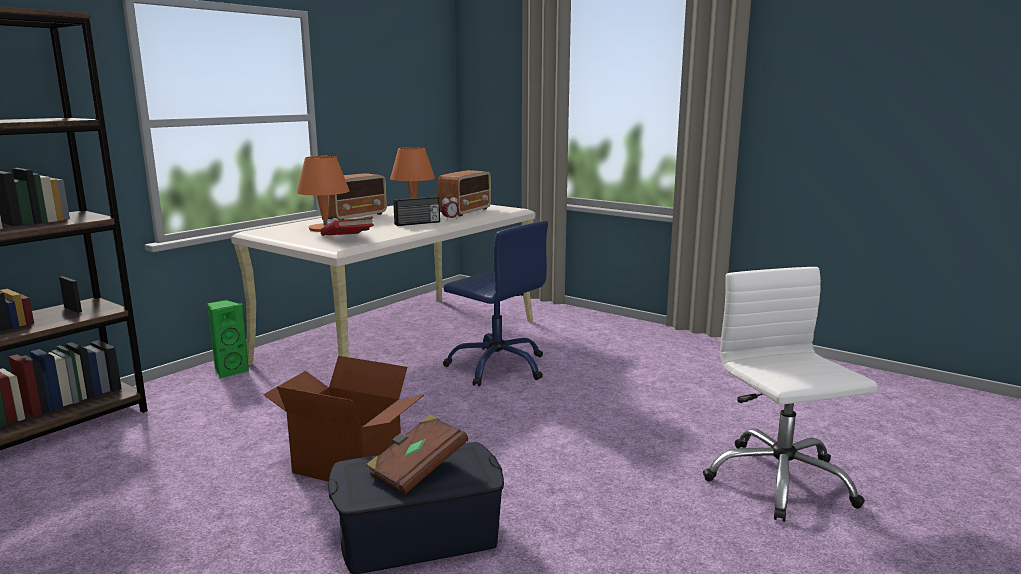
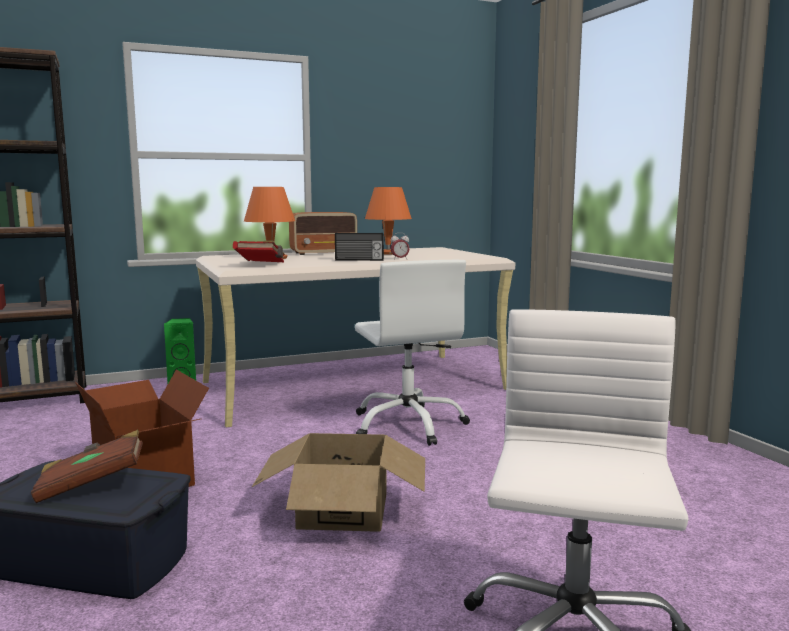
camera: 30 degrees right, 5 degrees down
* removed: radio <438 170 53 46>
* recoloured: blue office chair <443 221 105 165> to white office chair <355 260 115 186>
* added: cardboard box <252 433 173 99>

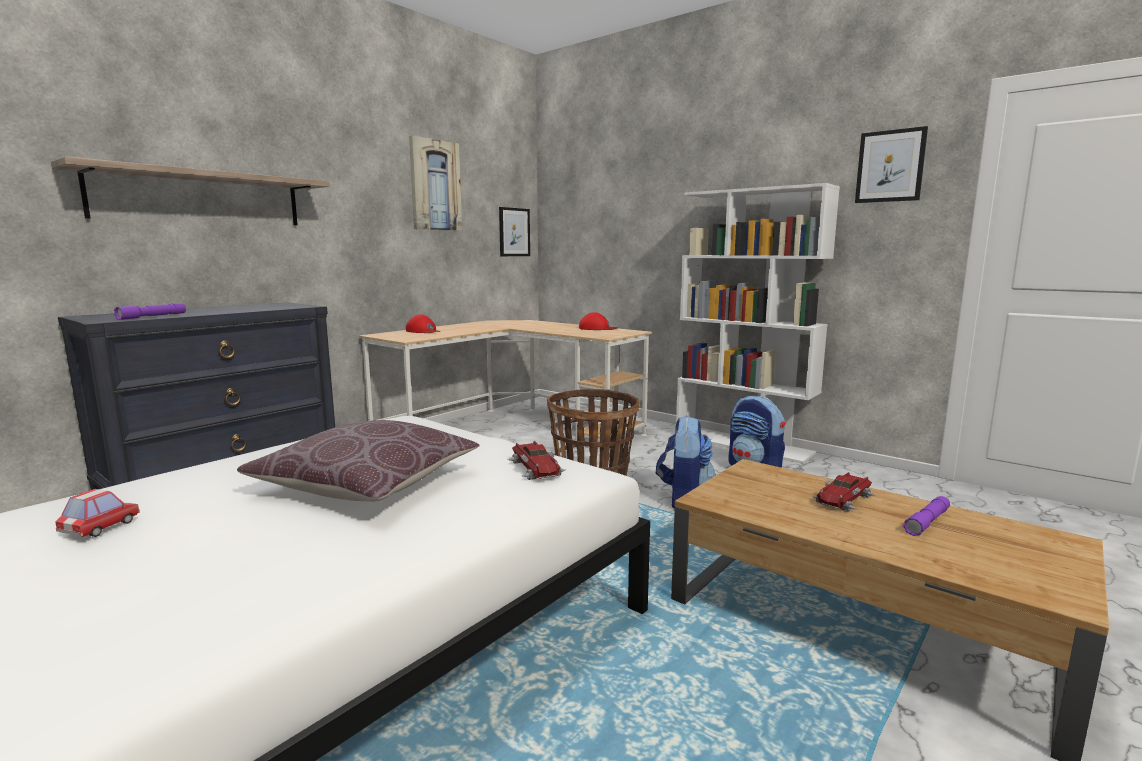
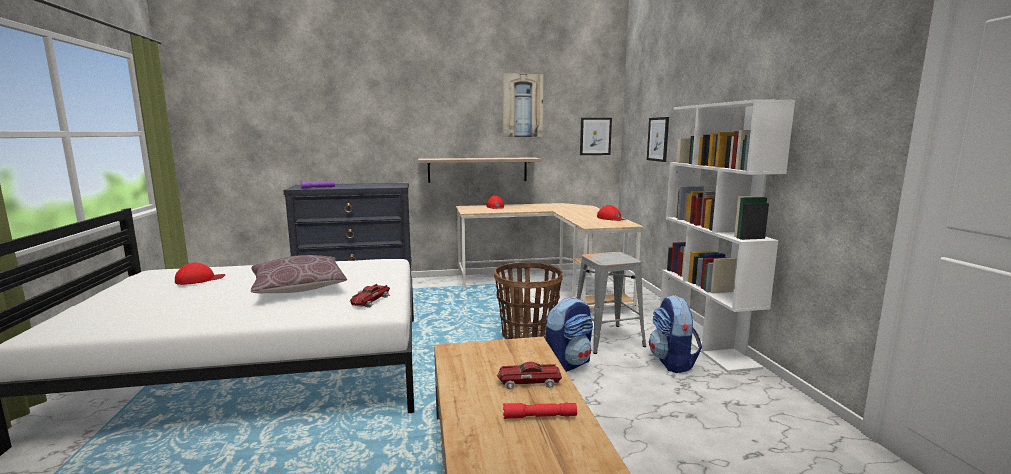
camera: 40 degrees right, 0 degrees up
* moved: shelf <51 156 279 69> to <418 157 123 26>
* replaced: toy car <55 489 85 48> to red cap <175 263 51 22>
* moved: picture <855 126 73 77> to <647 117 22 45>
* recoloured: purple flashlight <903 496 47 40> to red flashlight <503 402 74 17>
* added: grey stool <577 252 69 102>

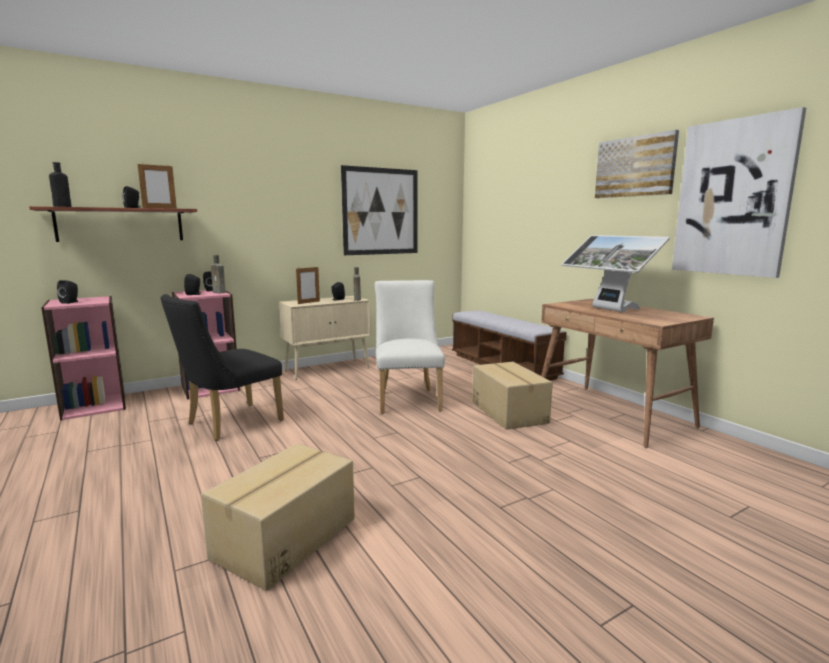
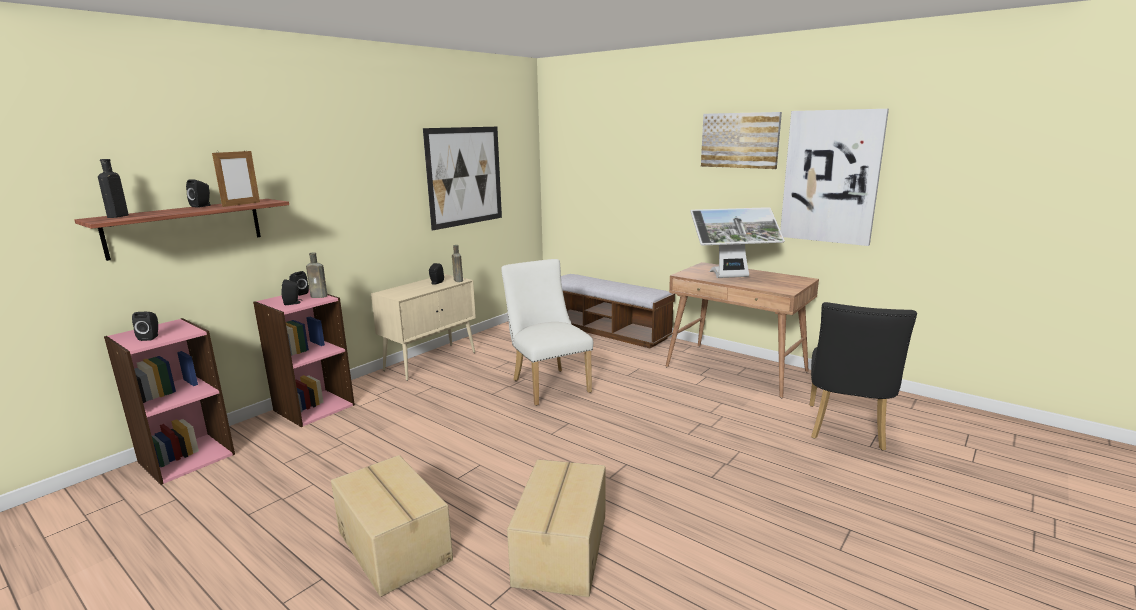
camera: 20 degrees left, 5 degrees up
* moved: black chair <161 294 123 147> to <810 302 107 149>
* removed: picture frame <296 267 24 37>
* moved: cardboard box <472 362 81 68> to <331 455 122 142>
* turned: monitor <561 235 109 77> = <690 207 95 71> 45 degrees counterclockwise

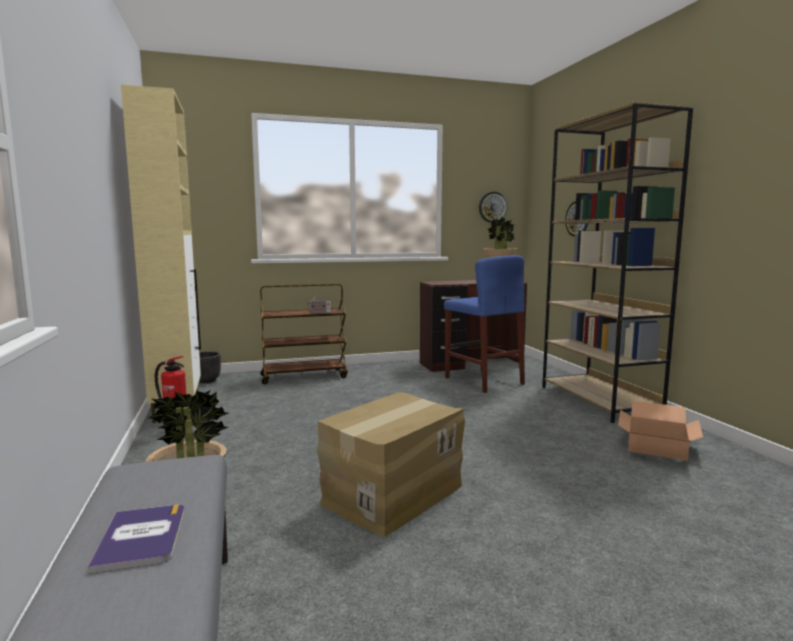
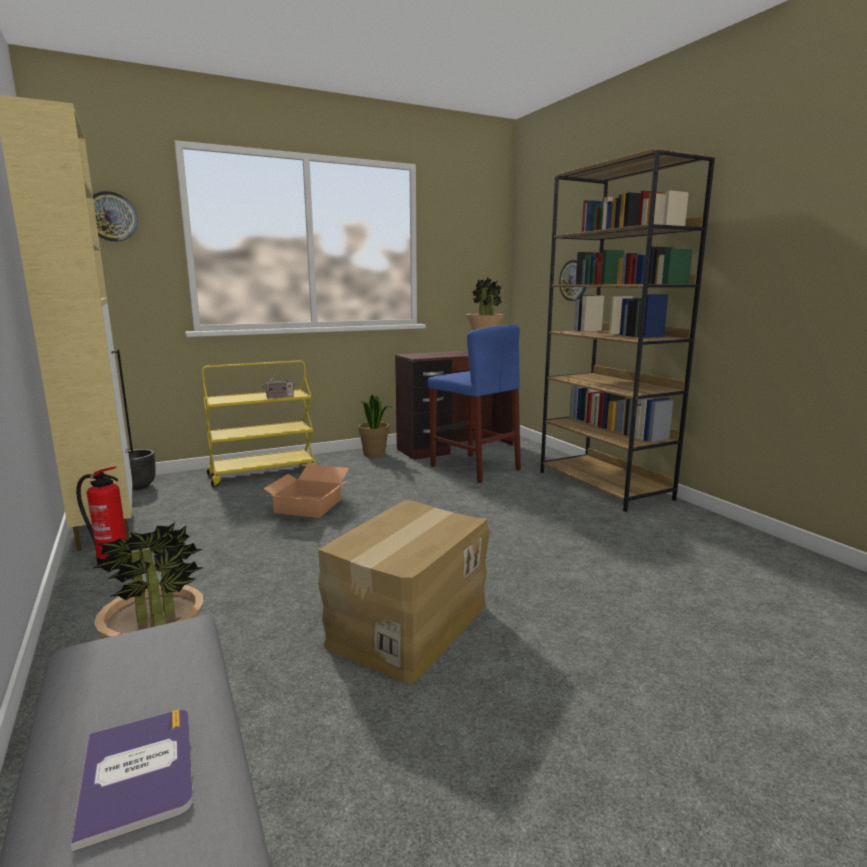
camera: 10 degrees left, 5 degrees up
* recoloured: brown cart <260 284 88 100> to yellow cart <202 360 114 127>
* moved: wall clock <479 192 29 31> to <93 191 45 51>
* moved: cardboard box <618 401 85 60> to <259 464 90 54>
* added: potted plant <358 394 35 63>

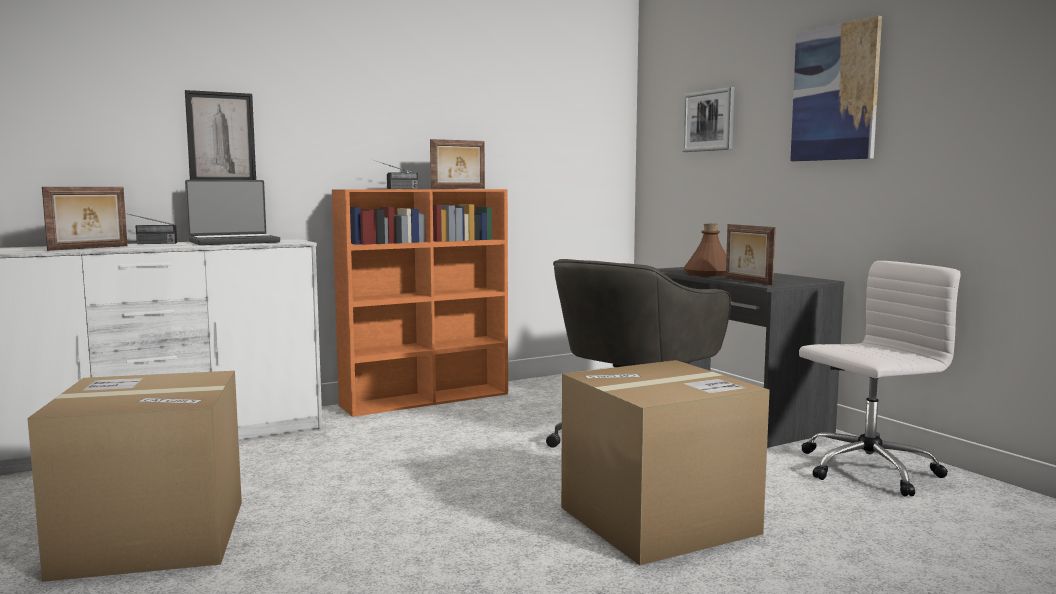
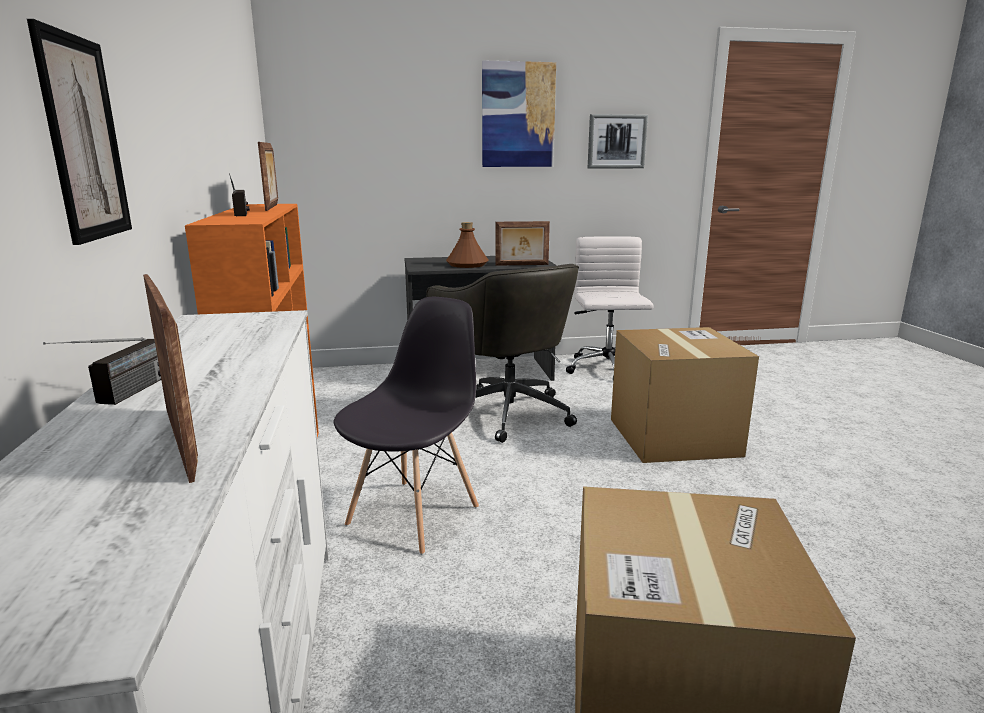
camera: 70 degrees left, 10 degrees up
* removed: laptop <185 180 95 65>
* moved: picture <682 87 52 65> to <588 114 60 55>
* added: grey chair <333 297 146 258>

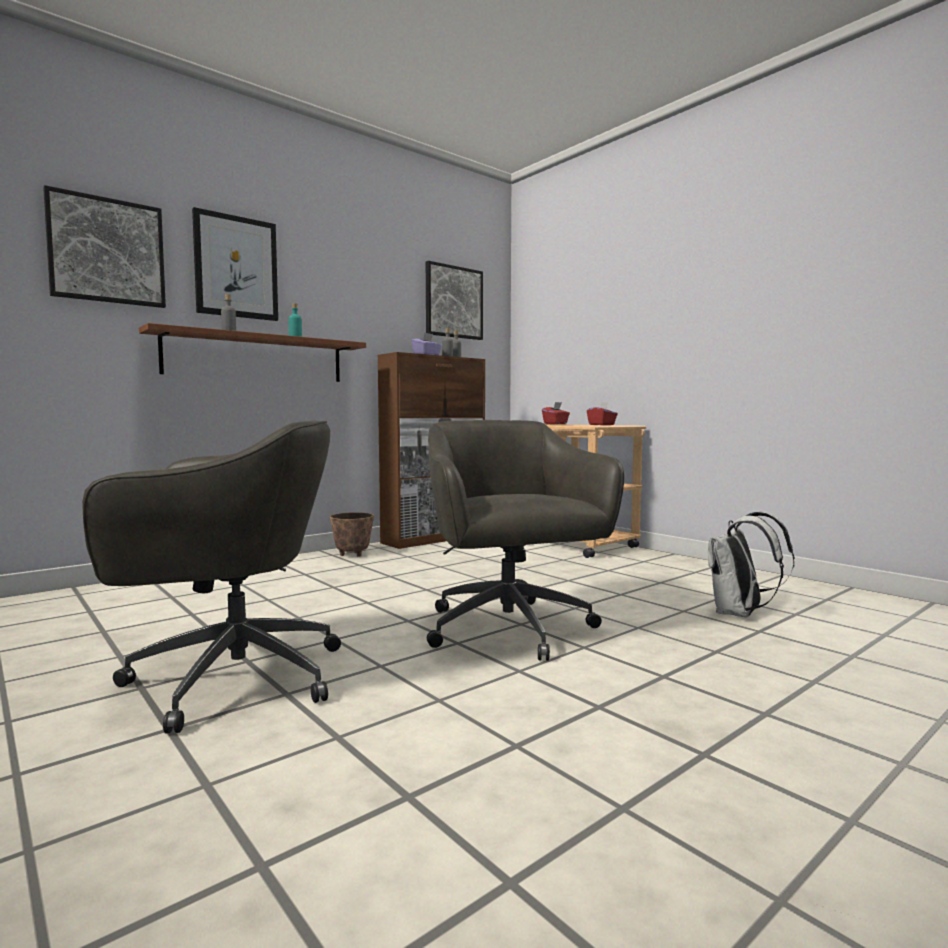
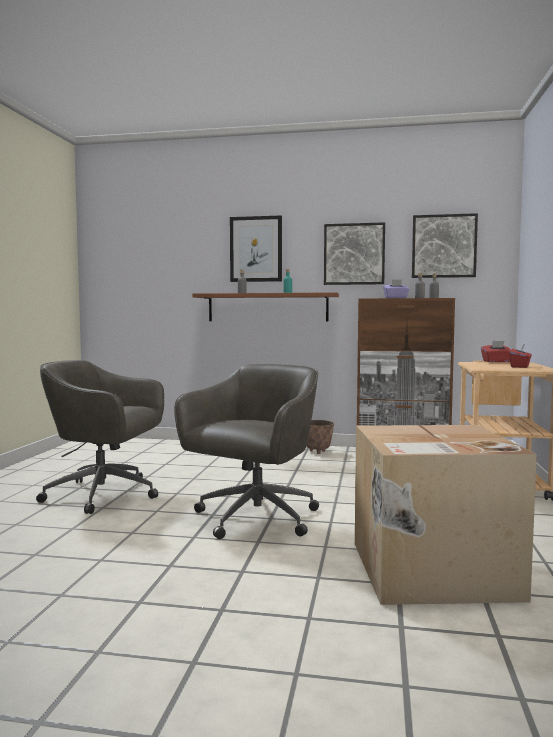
camera: 50 degrees right, 0 degrees up
* moved: picture <43 185 123 123> to <324 222 61 63>
* turned: grey office chair <82 420 259 314> = <36 360 128 154> 150 degrees clockwise
* replaced: white backpack <708 512 87 105> to cardboard box <355 425 182 180>

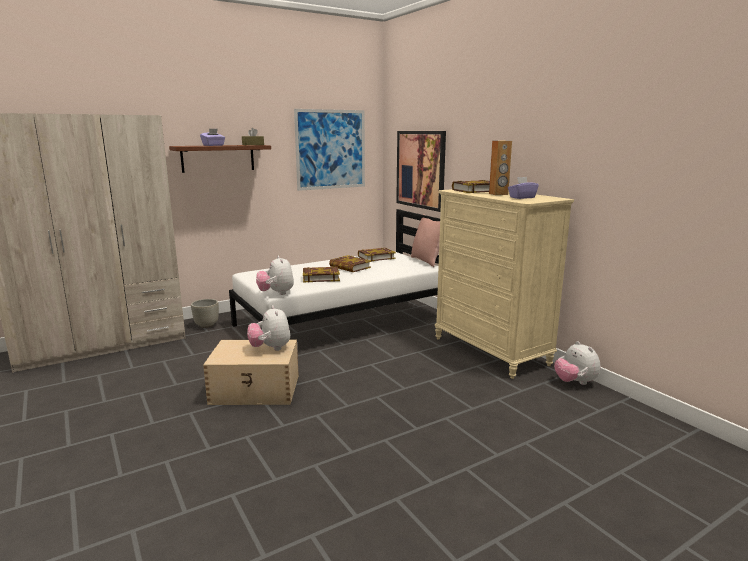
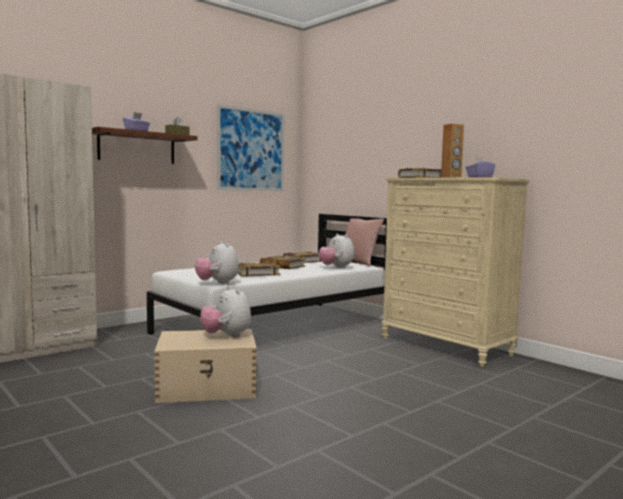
camera: 10 degrees left, 10 degrees down
* removed: grey planter <191 299 28 29>
* removed: picture <396 131 50 81>
* moved: plush toy <554 341 46 44> to <319 233 36 36>

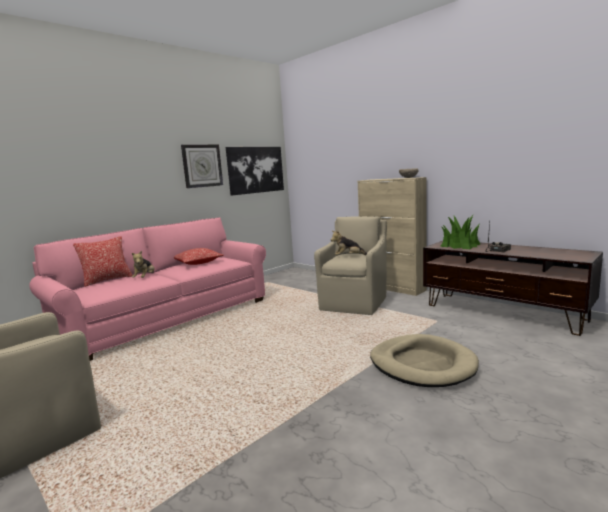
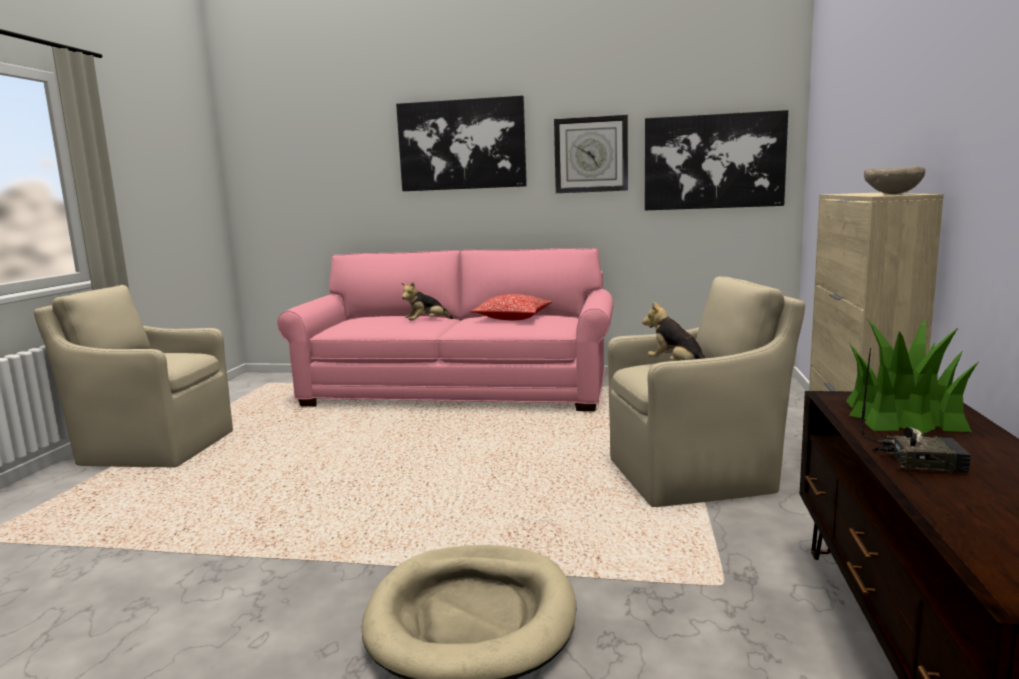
camera: 55 degrees right, 0 degrees up
* removed: pillow <73 236 60 51>
* added: picture <396 95 131 96>

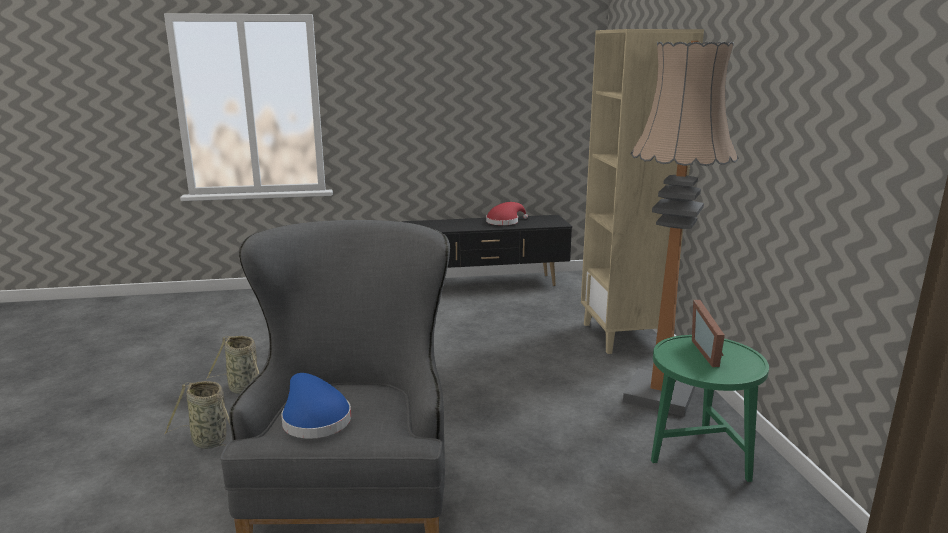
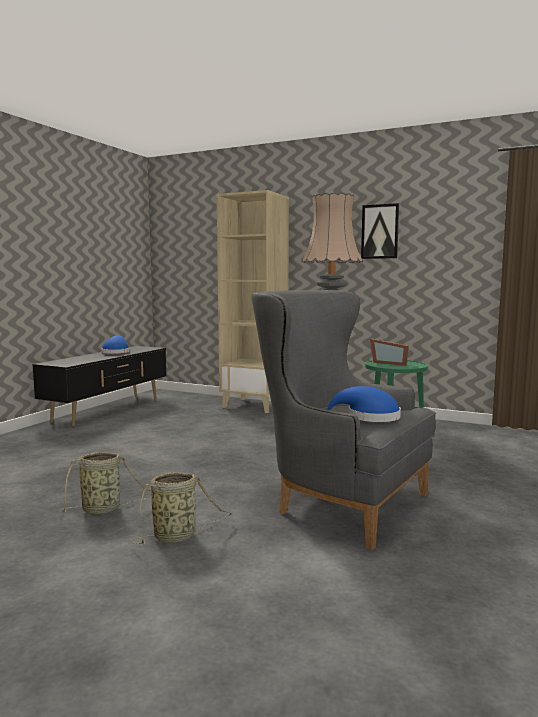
camera: 55 degrees left, 10 degrees down
* recoloured: red hat <486 202 42 23> to blue hat <101 335 29 19>
* added: picture <361 203 38 56>

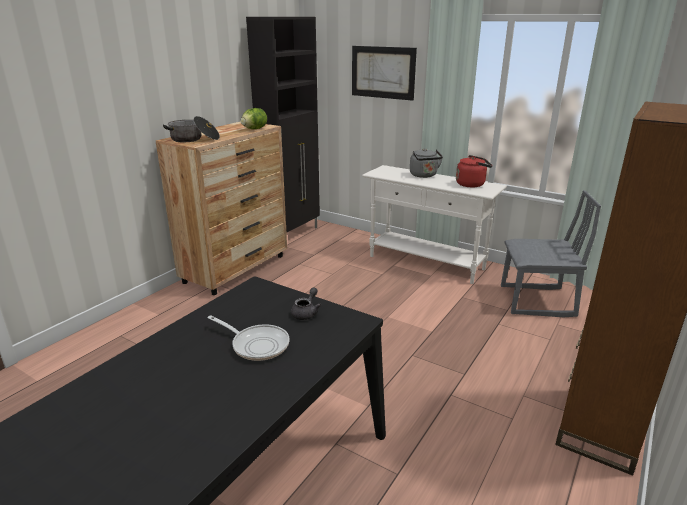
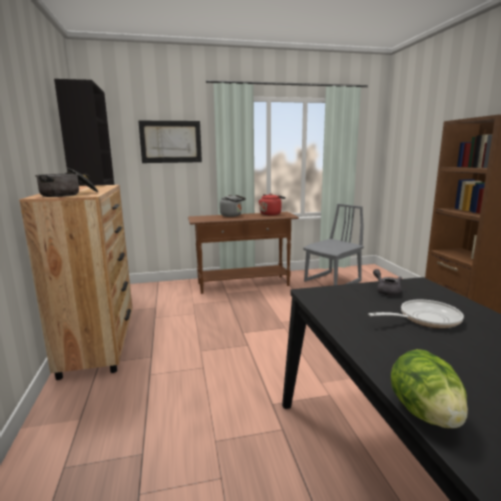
camera: 45 degrees left, 10 degrees down
* moved: lettuce <241 108 26 21> to <391 349 77 80>
* recoloured: white console table <362 165 145 119> to brown console table <188 212 111 82>

